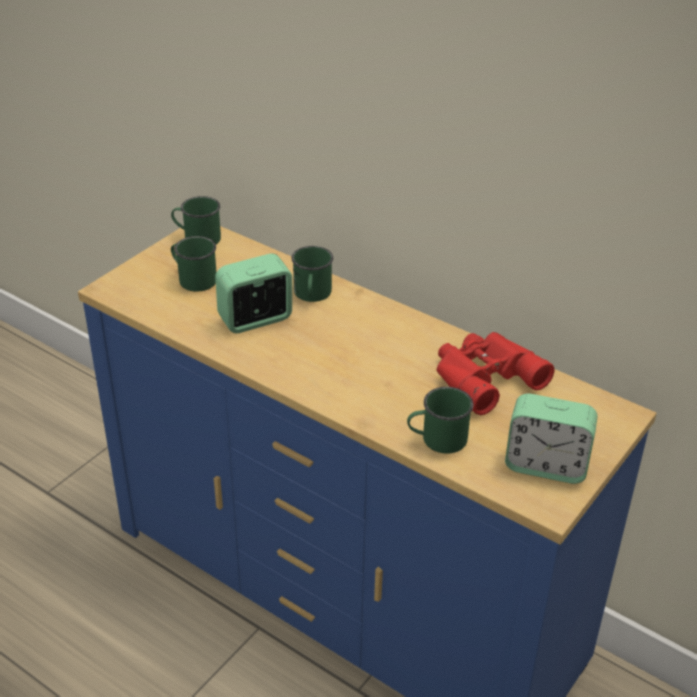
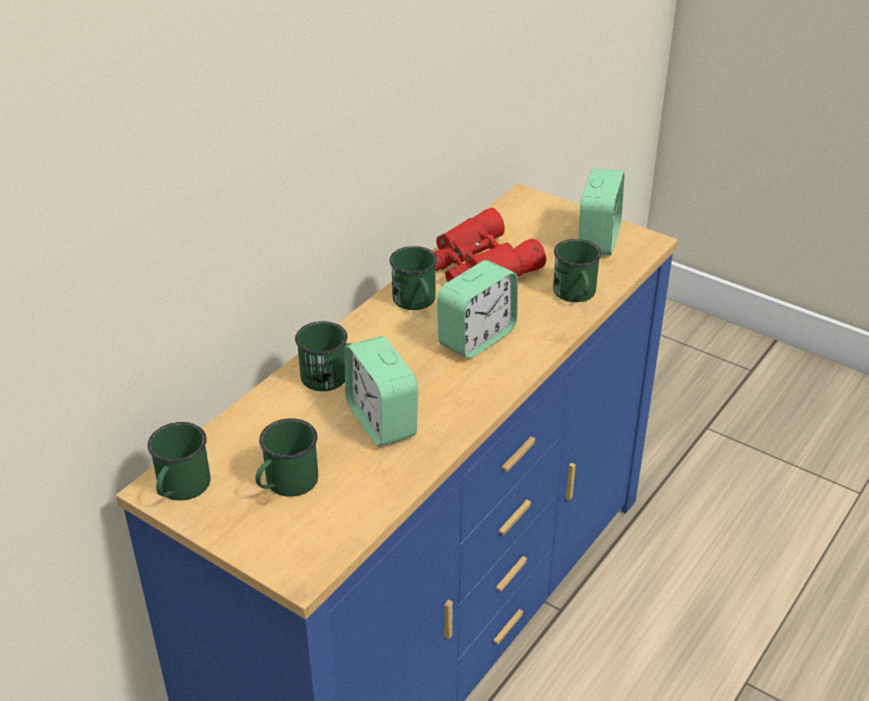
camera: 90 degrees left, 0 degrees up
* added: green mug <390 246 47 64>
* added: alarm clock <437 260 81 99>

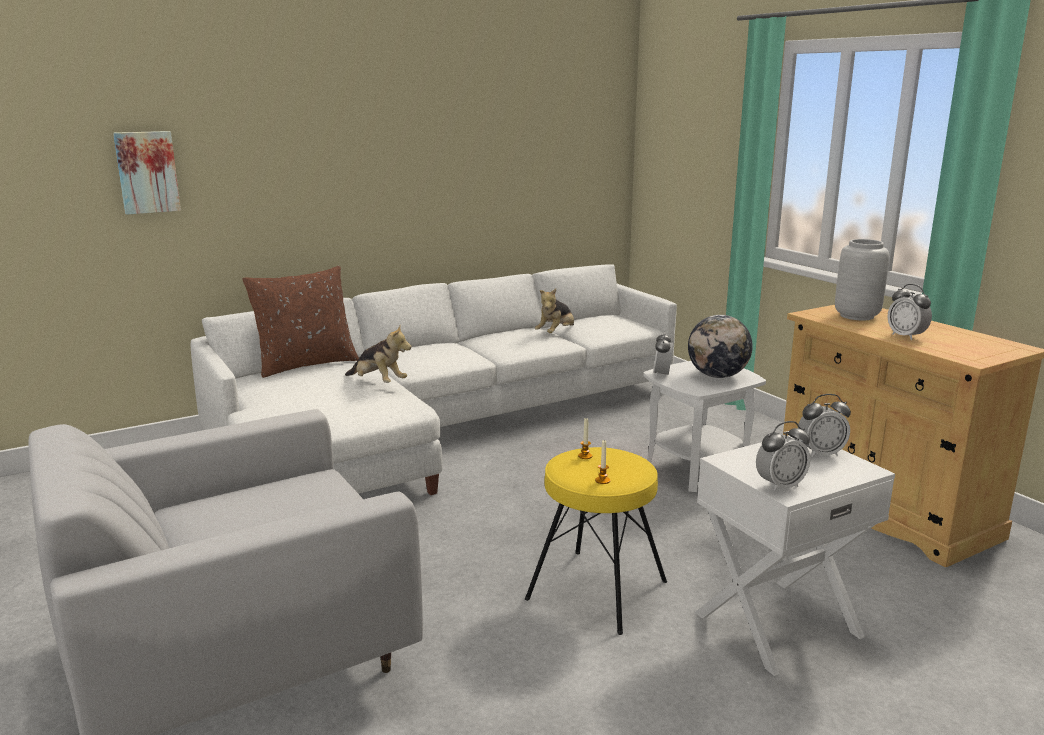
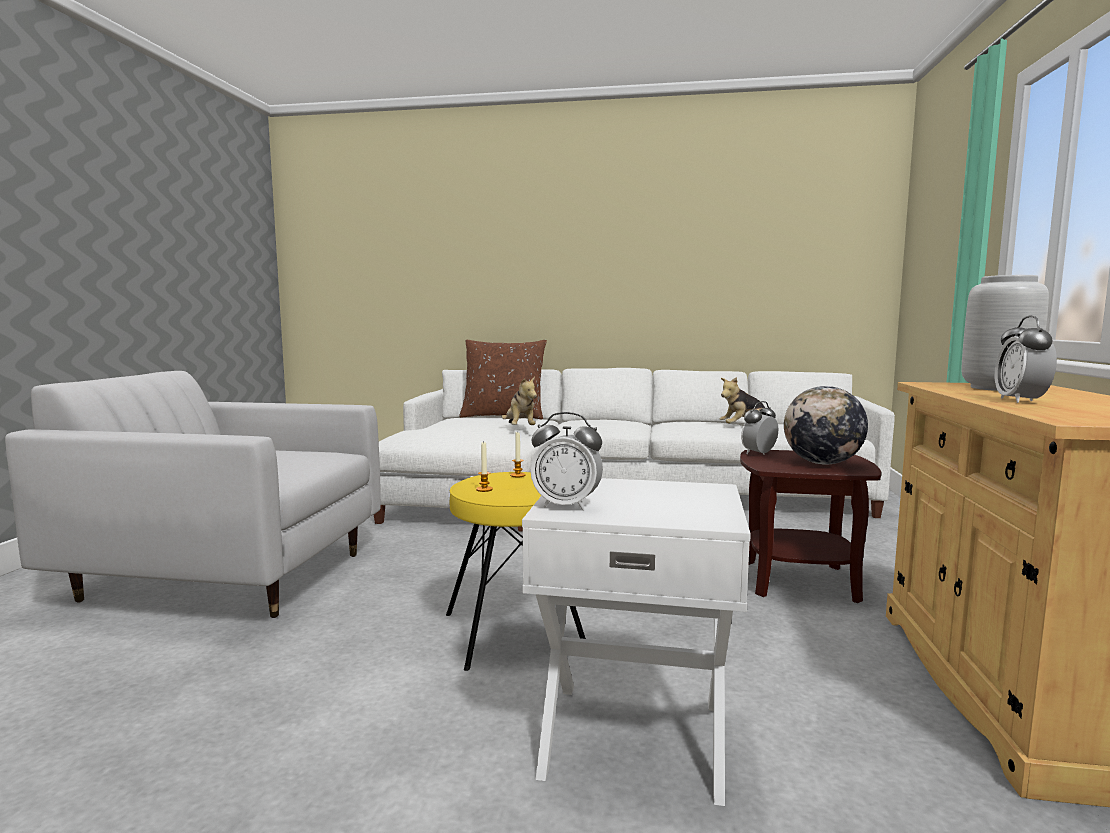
camera: 40 degrees right, 10 degrees down
* removed: picture <113 131 68 84>
* recoloured: white side table <643 361 123 131> to brown side table <740 450 141 153>
* removed: alarm clock <798 394 53 64>

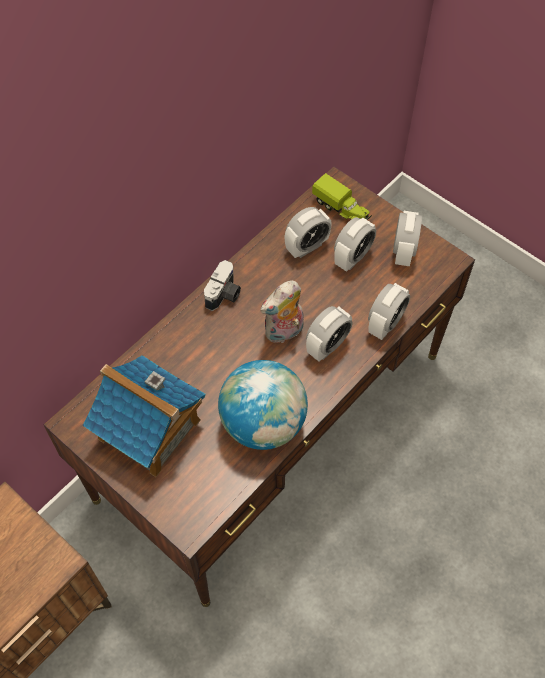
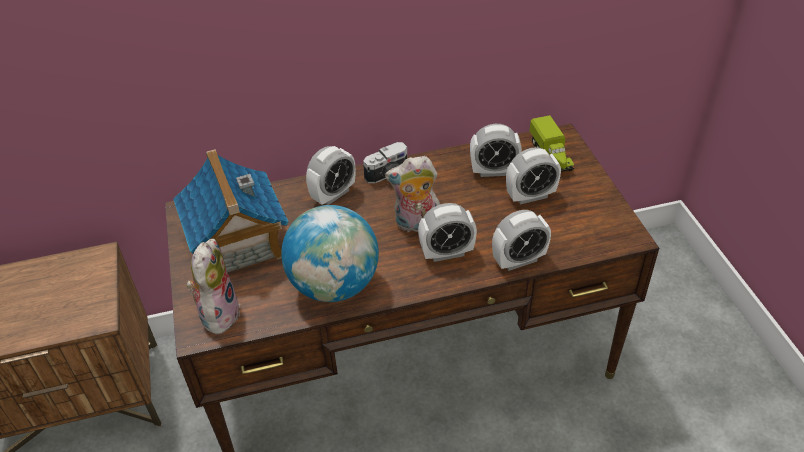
camera: 35 degrees right, 15 degrees down
* moved: alarm clock <393 211 29 55> to <306 146 49 59>
* added: plush toy <187 239 53 95>

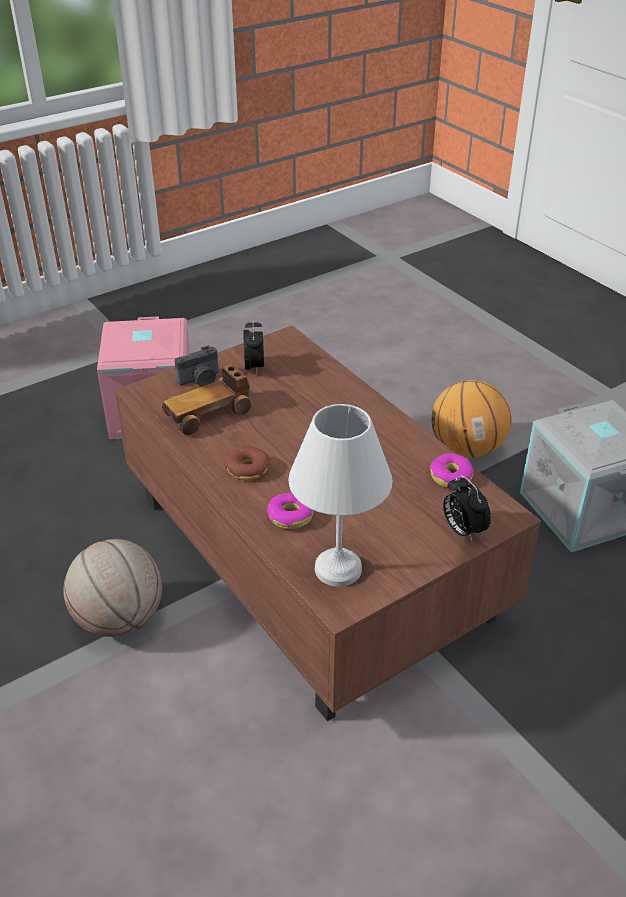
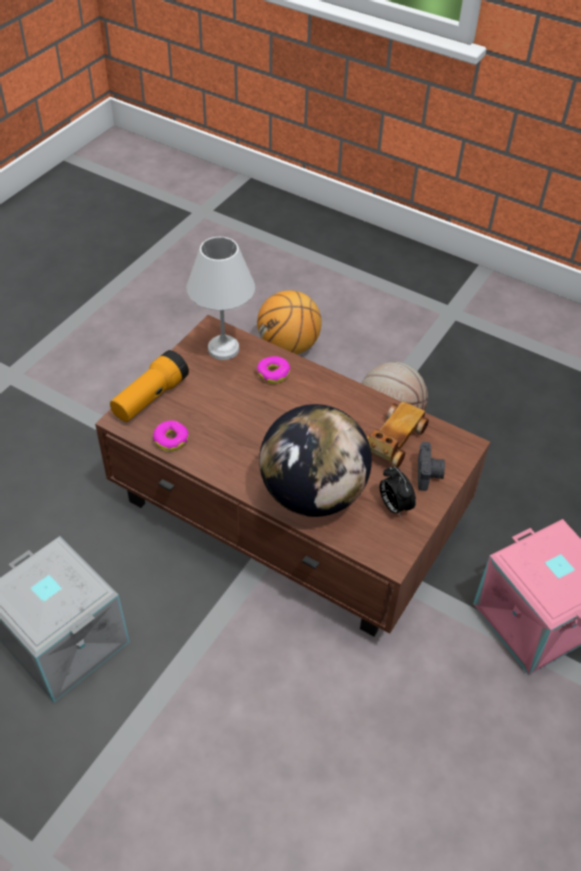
camera: 155 degrees right, 10 degrees up
* turned: photo camera <175 346 44 41> = <418 442 27 49> 150 degrees clockwise
* removed: donut <225 445 44 35>
* moved: basketball <431 380 80 78> to <257 290 65 64>
* replaced: alarm clock <443 475 48 67> to flashlight <110 350 79 72>
* added: globe <259 404 113 113>

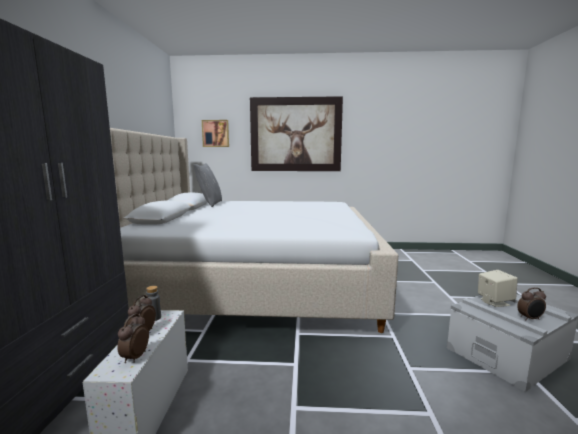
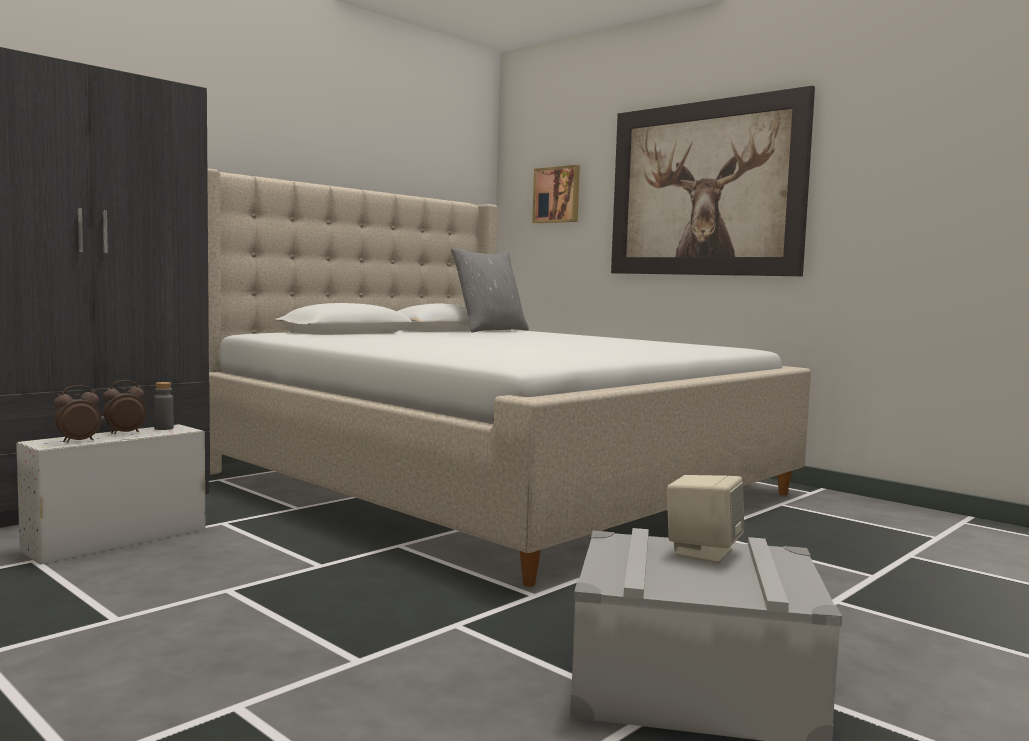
camera: 40 degrees right, 5 degrees down
* removed: alarm clock <517 287 29 33>

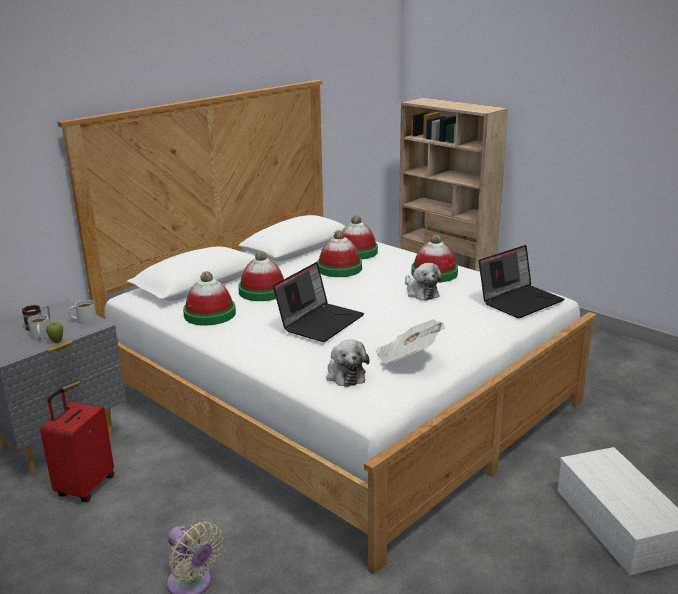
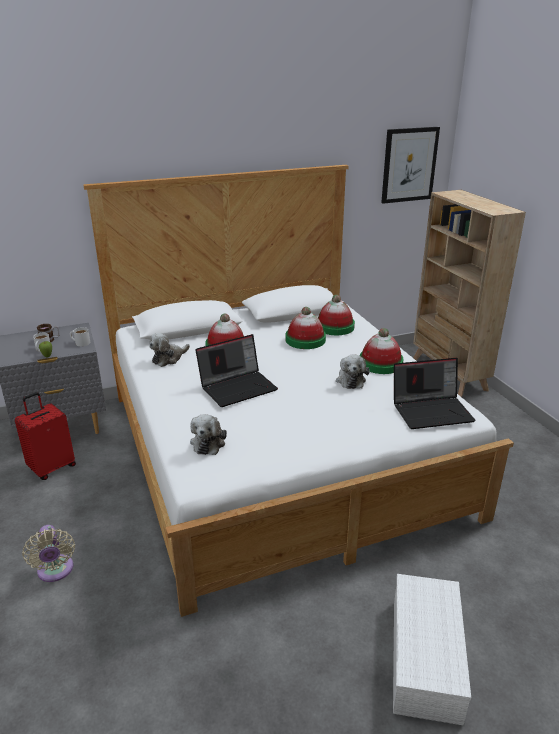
camera: 25 degrees right, 5 degrees up
* replaced: hat <183 271 53 55> to plush toy <149 333 41 34>
* removed: newspaper <376 319 69 46>
* added: picture <381 127 59 77>

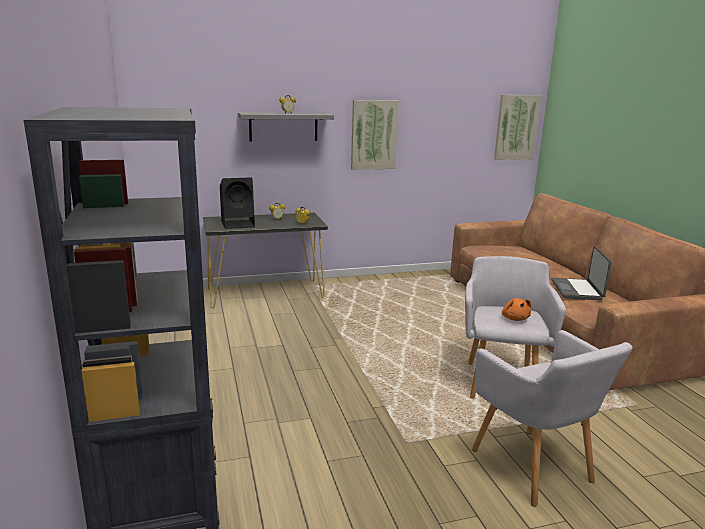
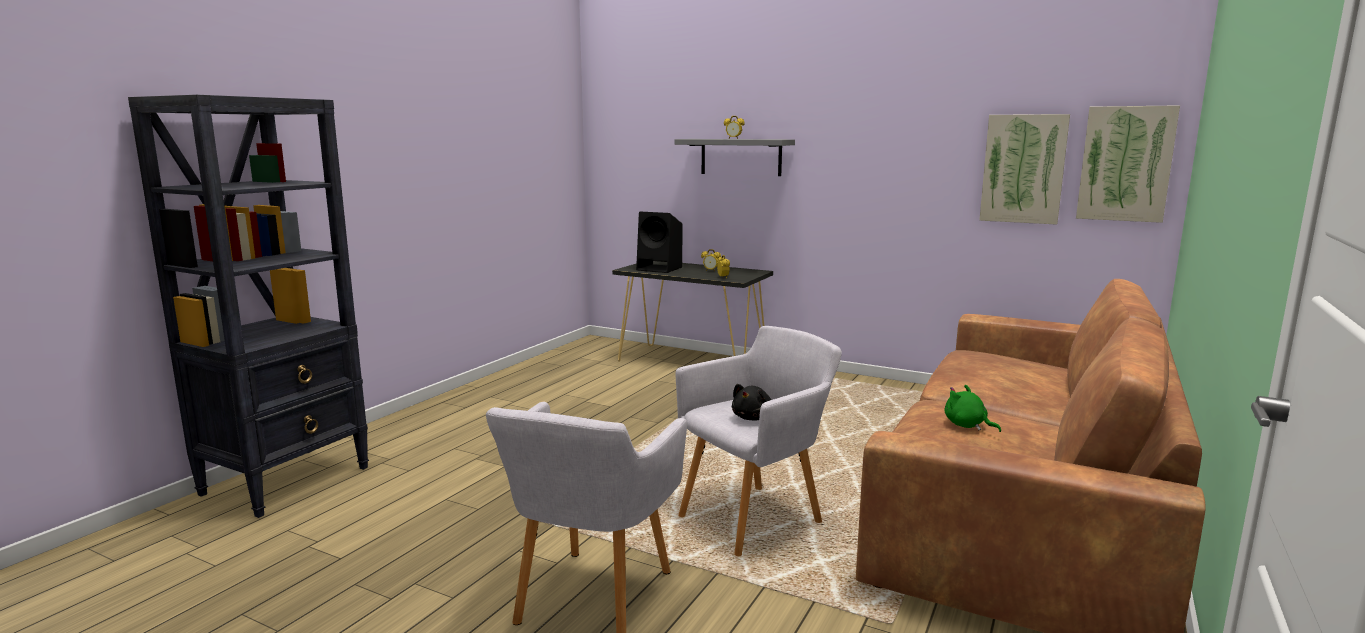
camera: 45 degrees right, 5 degrees down
* moved: picture <351 100 48 70> to <979 114 91 111>
* recoloured: orange plush toy <502 298 29 23> to black plush toy <732 384 39 37>
* replaced: laptop <551 246 61 54> to green plush toy <945 384 56 48>

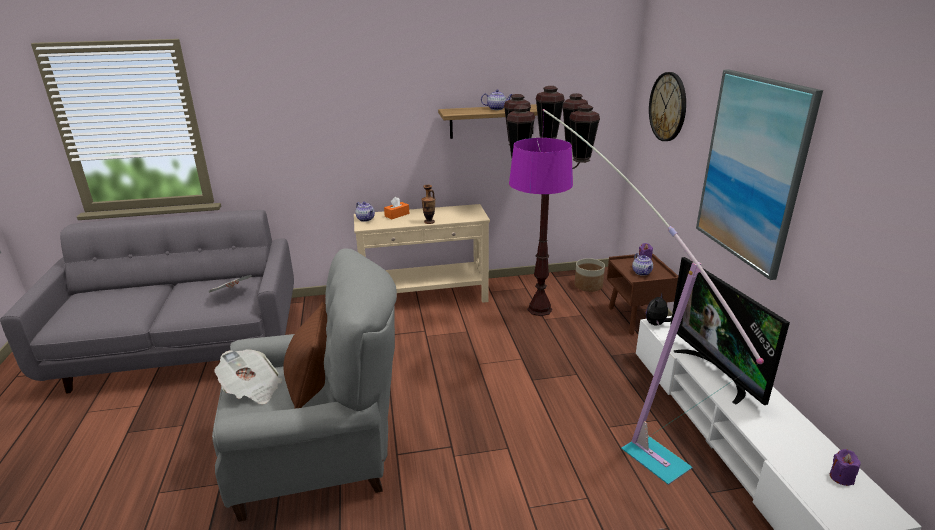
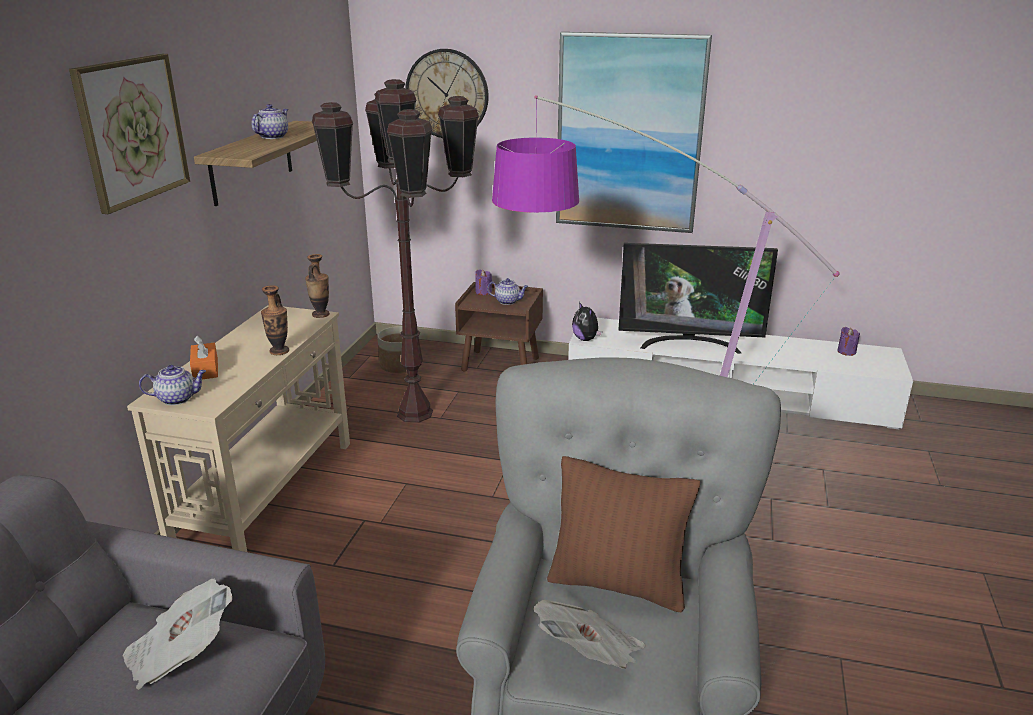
camera: 65 degrees left, 0 degrees up
* added: picture <69 54 121 160>
* added: vase <305 254 25 64>

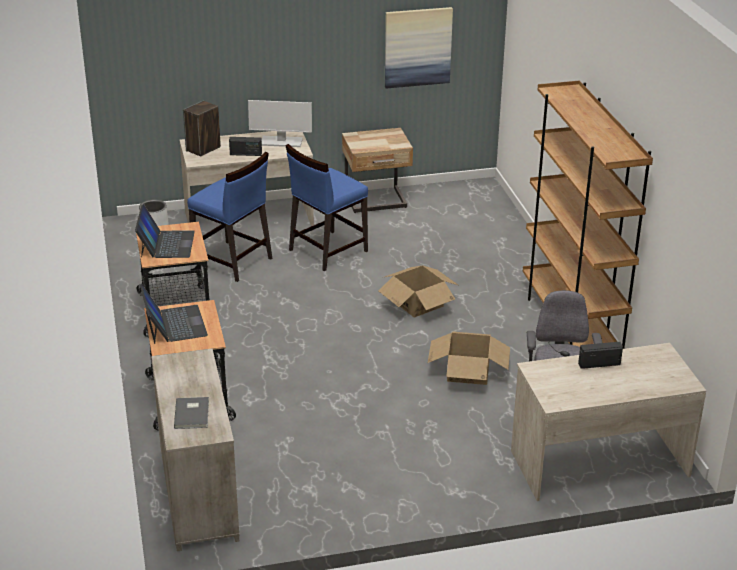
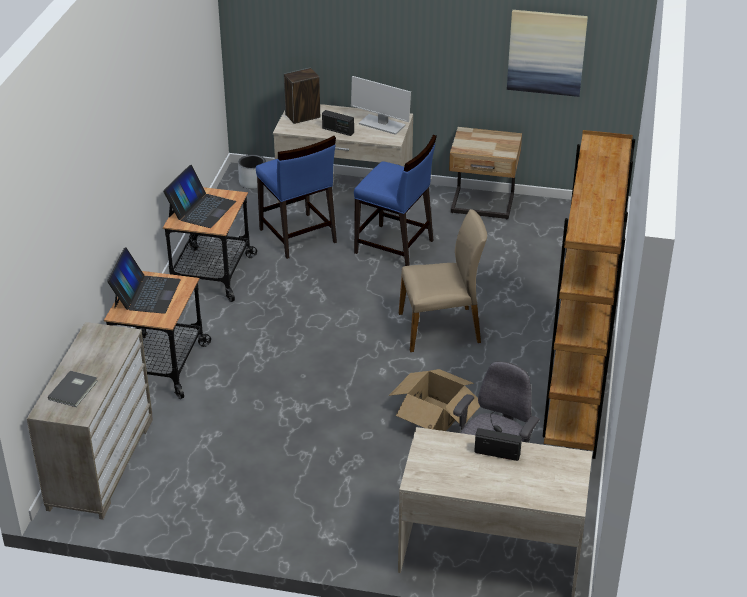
camera: 25 degrees right, 5 degrees up
* turned: blue chair <285 144 83 127> = <354 134 83 132> 135 degrees counterclockwise
* replaced: cardboard box <378 265 80 53> to beige chair <399 209 88 143>

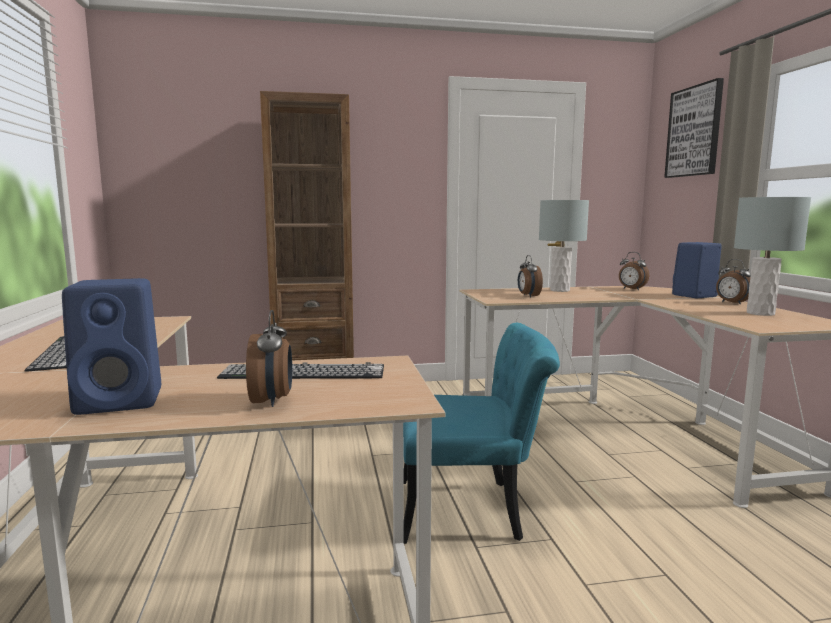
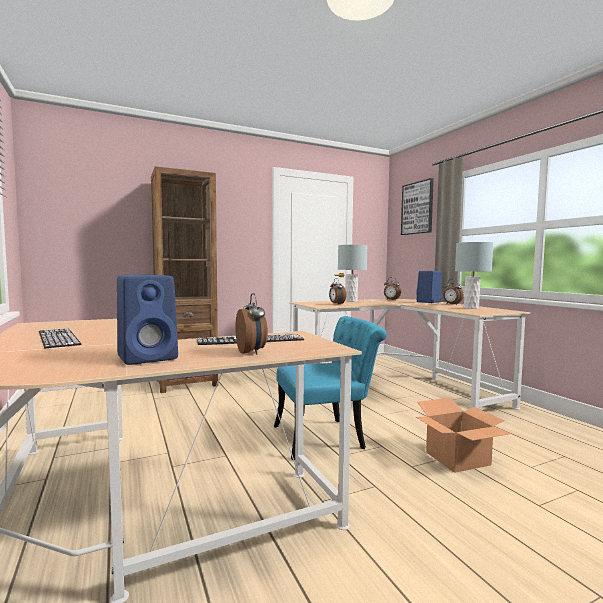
camera: 15 degrees left, 5 degrees down
* added: cardboard box <416 398 95 75>

